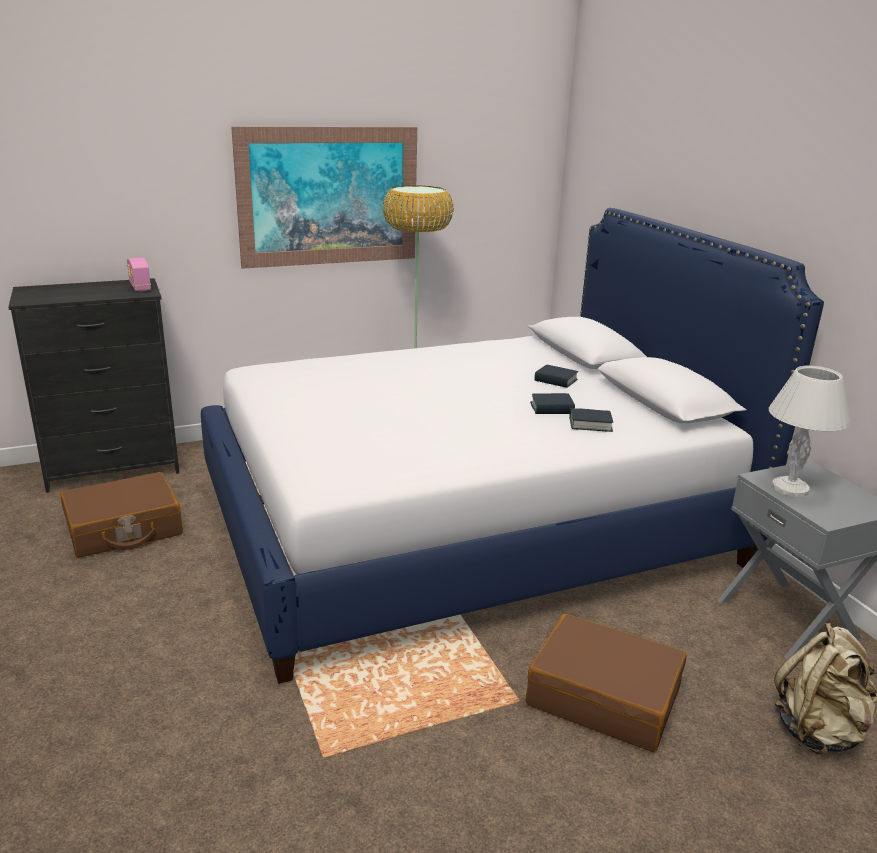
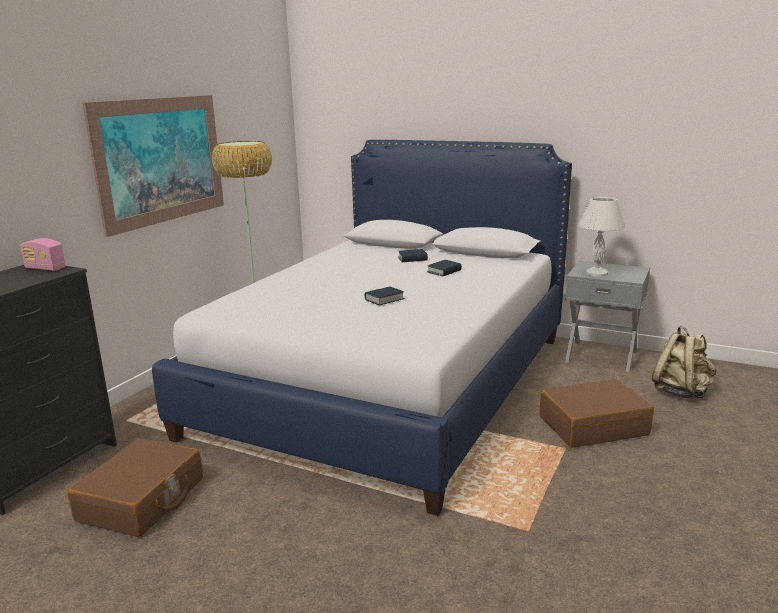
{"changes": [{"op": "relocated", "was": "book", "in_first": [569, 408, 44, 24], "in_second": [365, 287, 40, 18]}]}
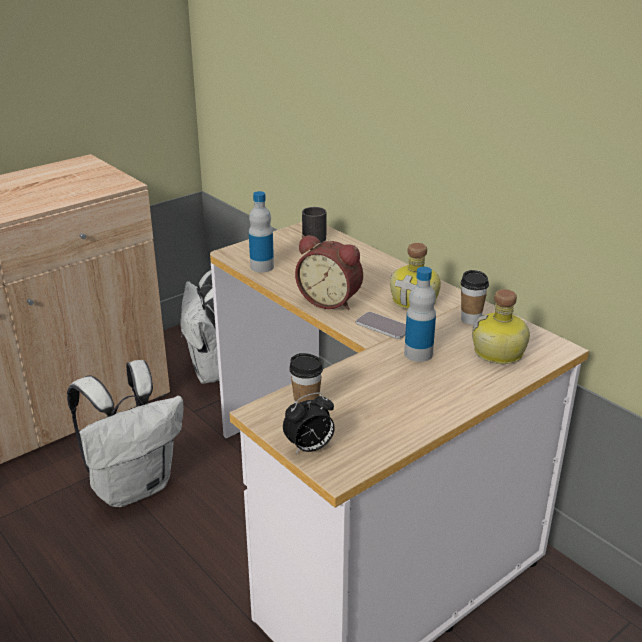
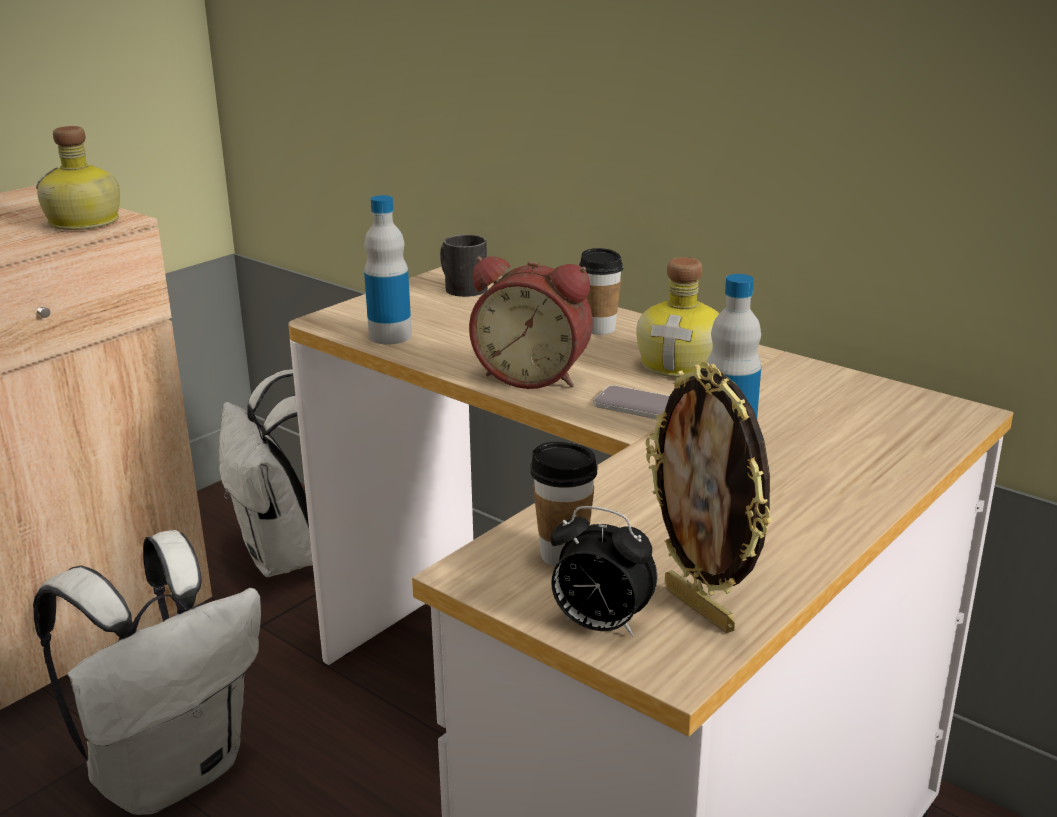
{"changes": [{"op": "spun", "was": "alarm clock", "in_first": [283, 392, 52, 62], "in_second": [550, 506, 107, 130], "clockwise": 60}, {"op": "relocated", "was": "cup", "in_first": [461, 270, 28, 55], "in_second": [579, 248, 44, 87]}, {"op": "relocated", "was": "bottle", "in_first": [472, 289, 58, 75], "in_second": [36, 126, 84, 104]}, {"op": "appeared", "now": "picture frame", "in_second": [646, 362, 126, 271]}]}
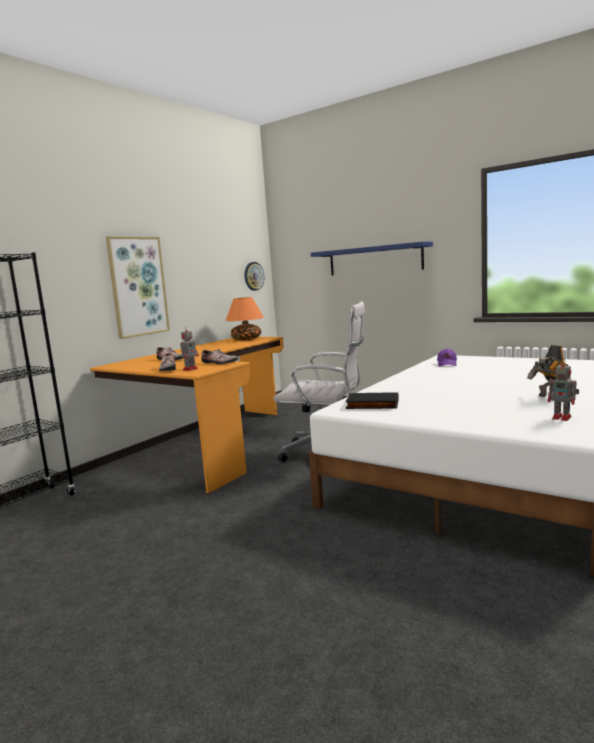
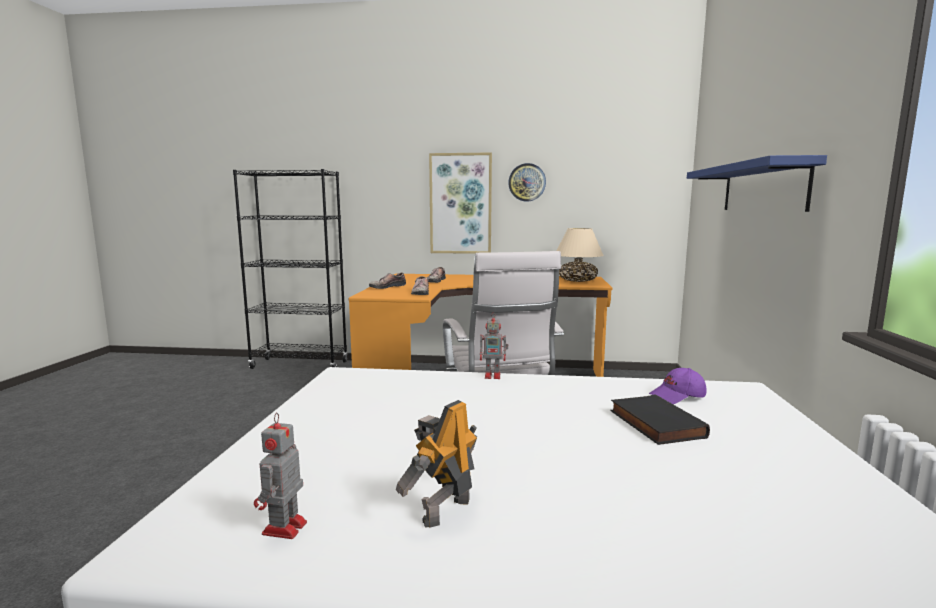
{"changes": [{"op": "relocated", "was": "toy robot", "in_first": [180, 326, 19, 45], "in_second": [480, 312, 28, 67]}, {"op": "colour", "was": "table lamp (orange)", "now": "table lamp (beige)", "in_first": [226, 297, 38, 43], "in_second": [557, 228, 47, 54]}, {"op": "relocated", "was": "wall clock", "in_first": [244, 262, 20, 29], "in_second": [508, 163, 38, 39]}, {"op": "relocated", "was": "book (black)", "in_first": [345, 392, 54, 17], "in_second": [610, 394, 100, 51]}]}
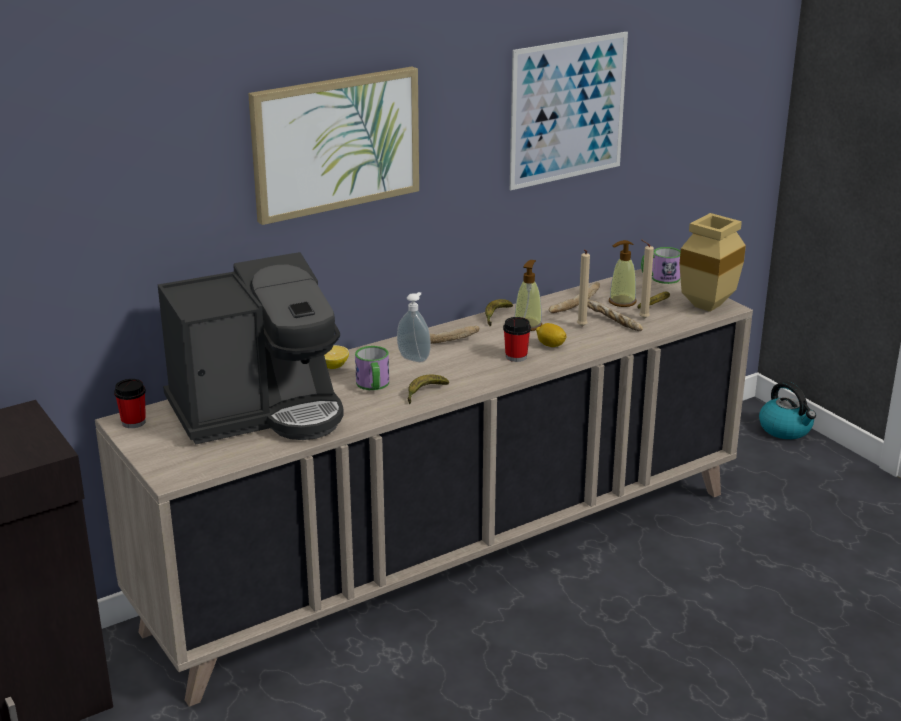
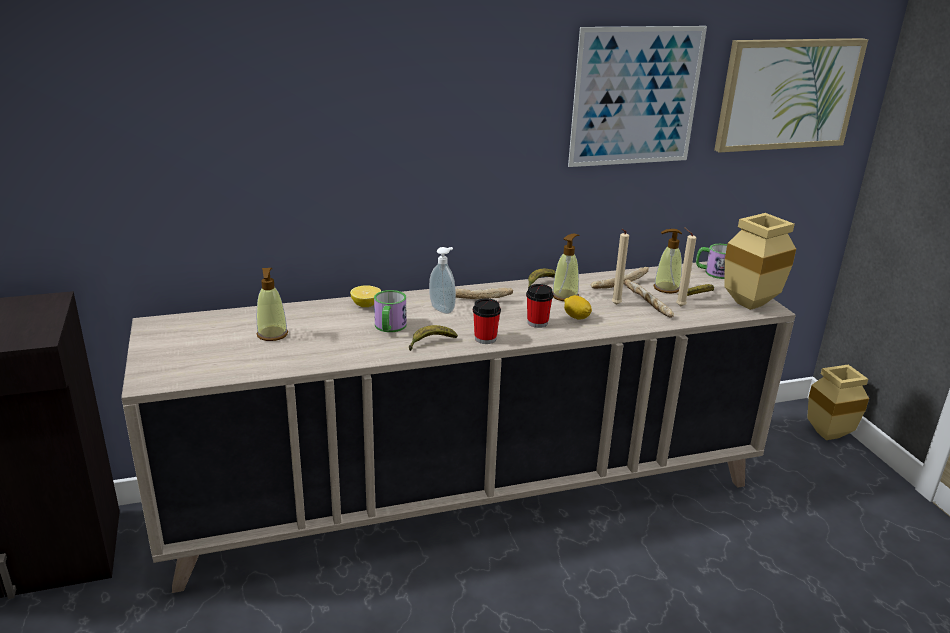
{"changes": [{"op": "relocated", "was": "cup", "in_first": [114, 379, 32, 49], "in_second": [473, 298, 28, 46]}, {"op": "exchanged", "was": "coffee machine", "now": "soap dispenser", "in_first": [158, 252, 186, 193], "in_second": [256, 268, 32, 73]}, {"op": "relocated", "was": "picture", "in_first": [248, 66, 171, 159], "in_second": [714, 38, 154, 115]}, {"op": "exchanged", "was": "kettle", "now": "vase (beige)", "in_first": [759, 381, 57, 58], "in_second": [807, 364, 62, 76]}]}
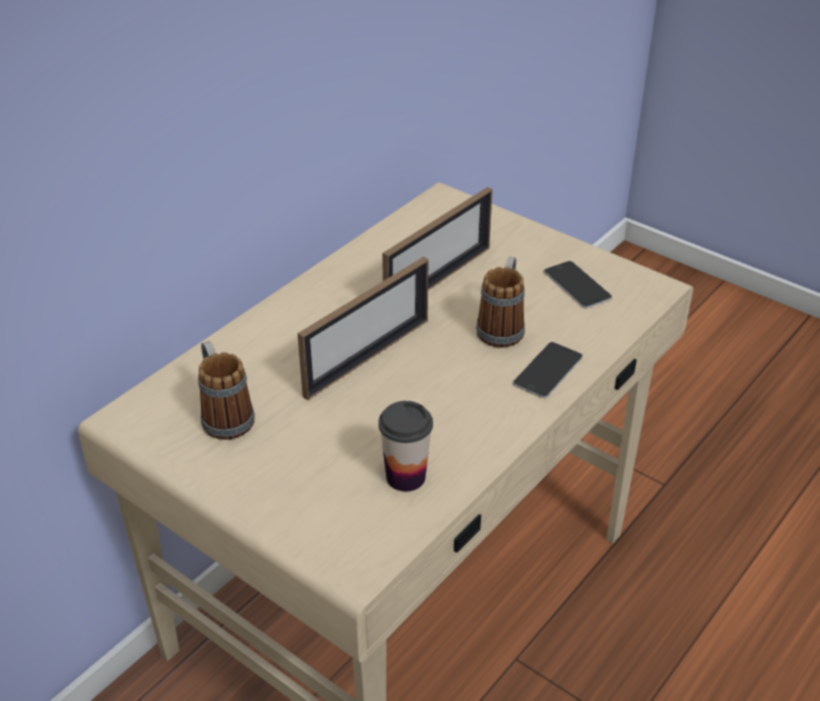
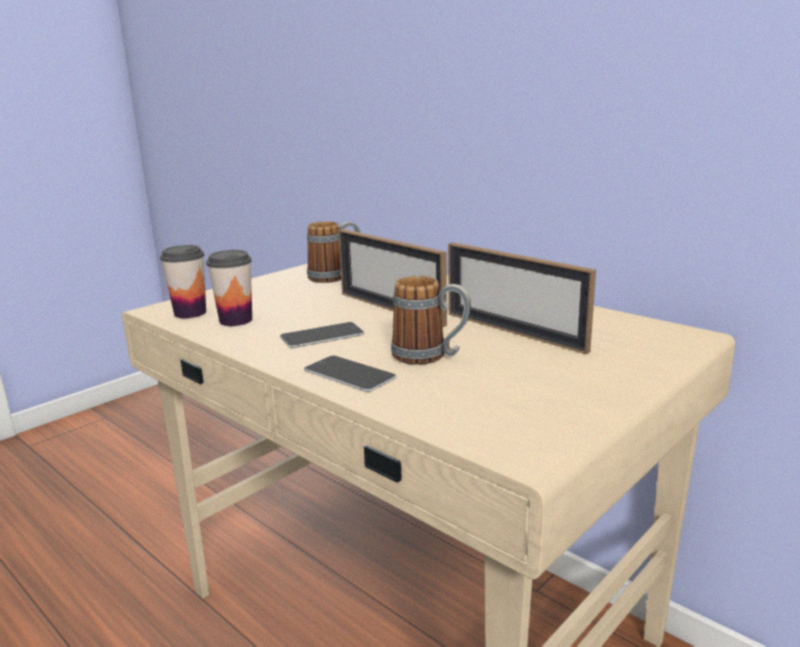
{"changes": [{"op": "relocated", "was": "phone", "in_first": [544, 261, 68, 47], "in_second": [280, 322, 85, 26]}, {"op": "appeared", "now": "cup", "in_second": [160, 245, 46, 73]}]}
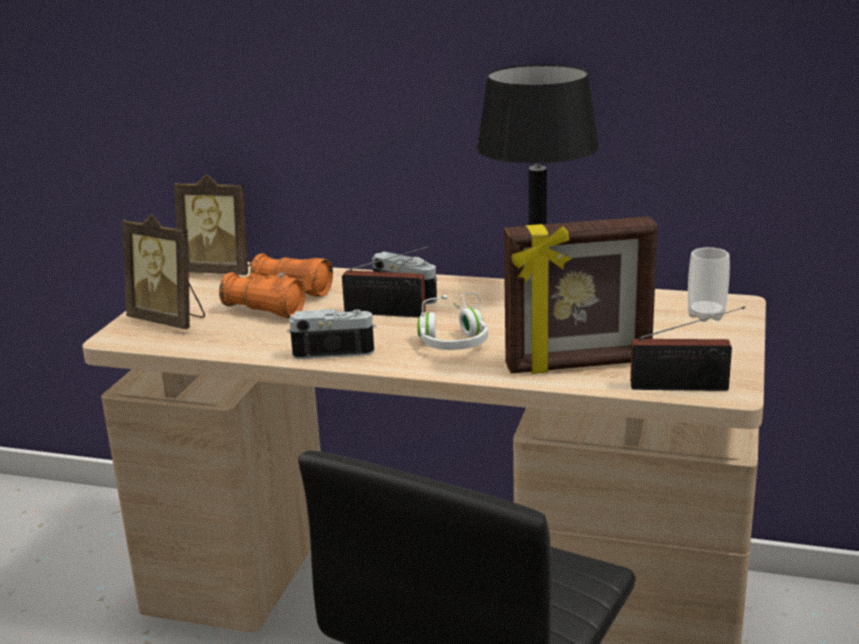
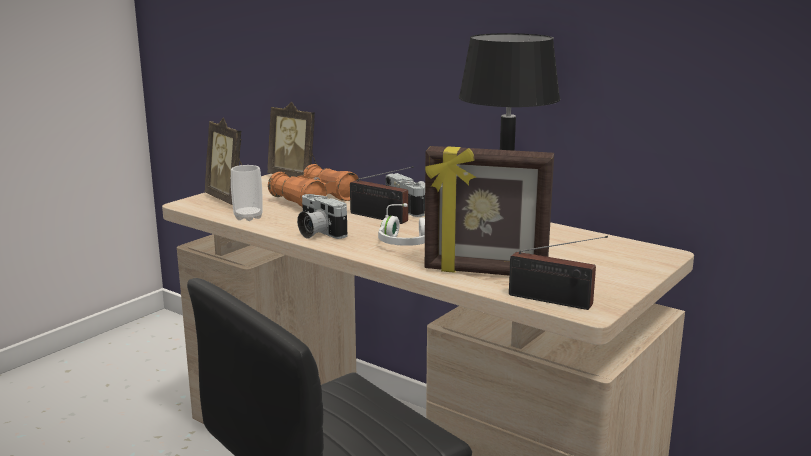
{"changes": [{"op": "spun", "was": "photo camera", "in_first": [287, 309, 89, 50], "in_second": [297, 194, 50, 45], "clockwise": -150}, {"op": "relocated", "was": "cup", "in_first": [688, 247, 42, 75], "in_second": [231, 165, 32, 56]}]}
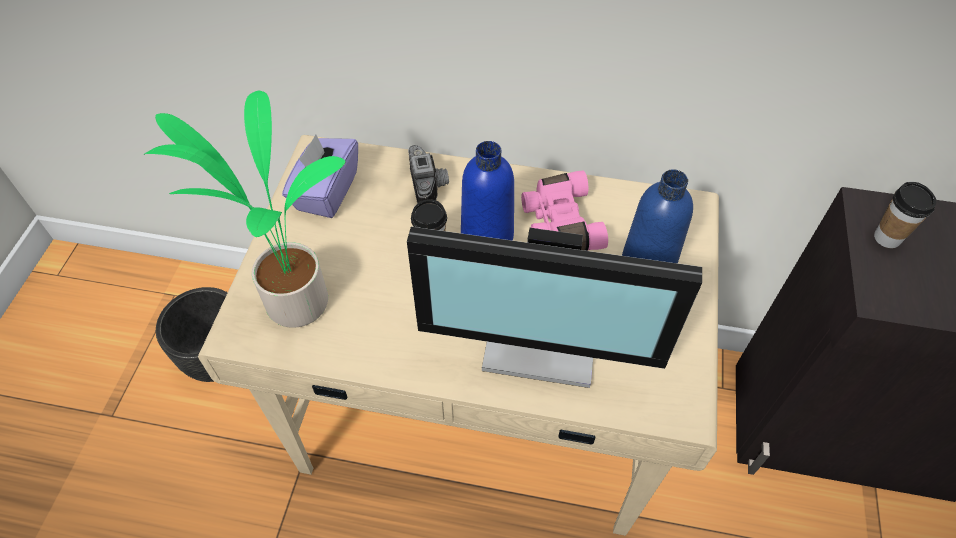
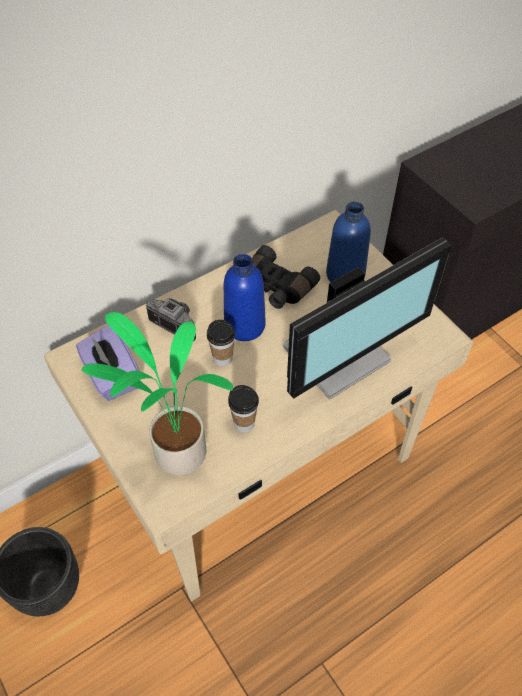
{"changes": [{"op": "colour", "was": "binoculars (pink)", "now": "binoculars (black)", "in_first": [521, 171, 87, 80], "in_second": [252, 245, 68, 64]}, {"op": "relocated", "was": "cup", "in_first": [874, 182, 63, 66], "in_second": [228, 385, 31, 47]}]}
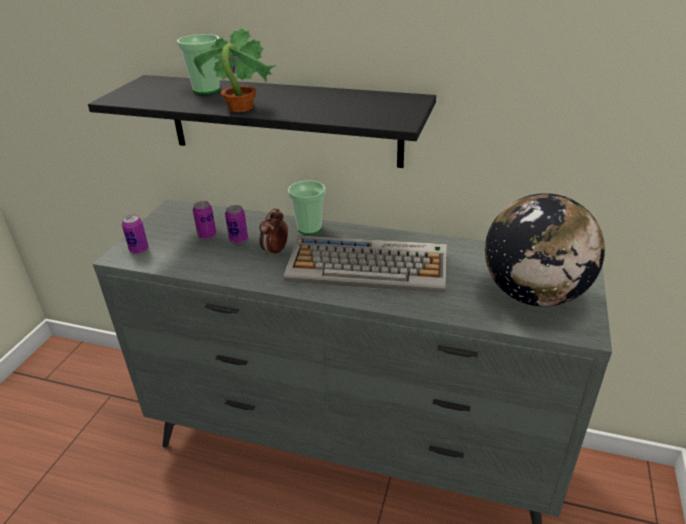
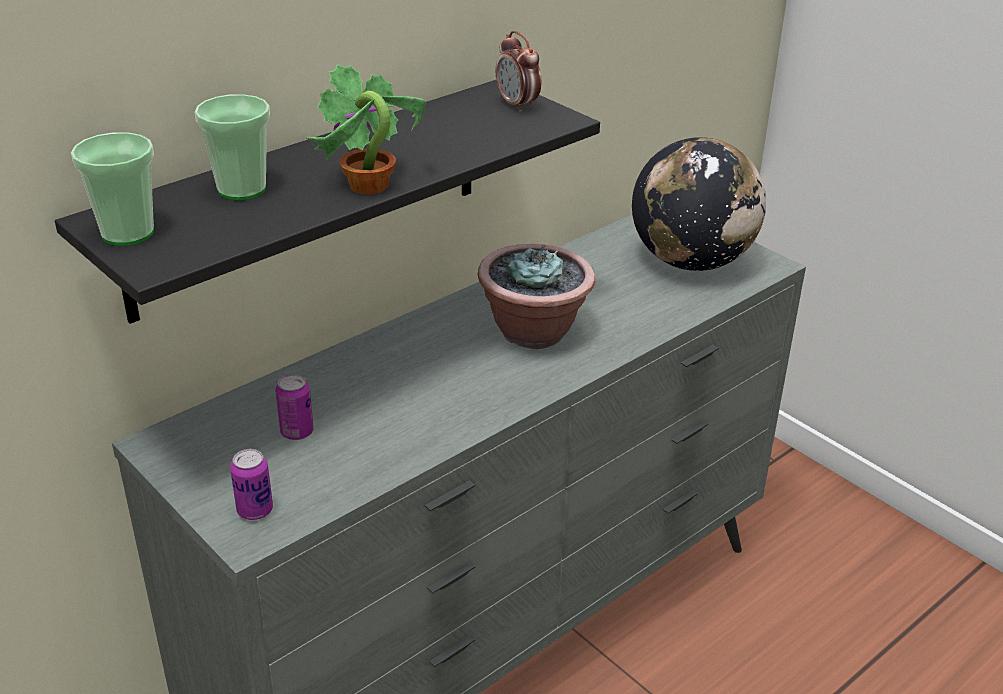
{"changes": [{"op": "missing", "was": "can", "in_first": [225, 205, 23, 39]}, {"op": "relocated", "was": "alarm clock", "in_first": [259, 208, 29, 49], "in_second": [496, 31, 45, 81]}, {"op": "exchanged", "was": "keyboard", "now": "potted plant", "in_first": [284, 235, 163, 58], "in_second": [478, 244, 117, 105]}, {"op": "relocated", "was": "cup", "in_first": [288, 180, 38, 55], "in_second": [71, 132, 83, 114]}]}
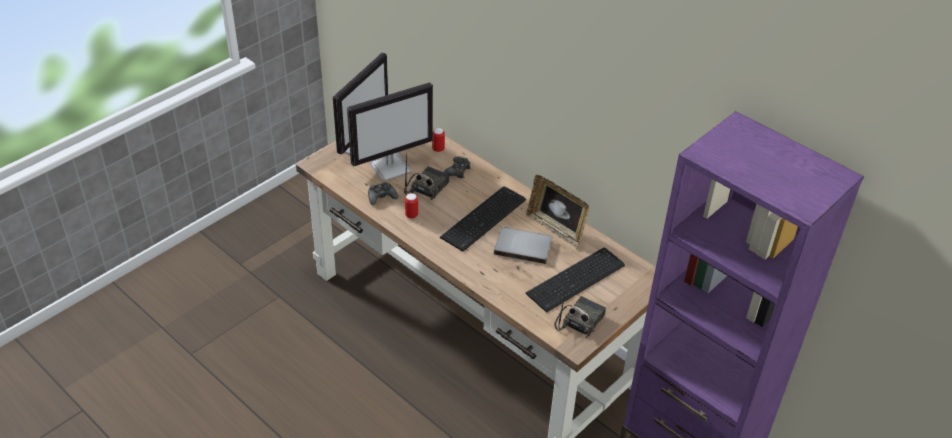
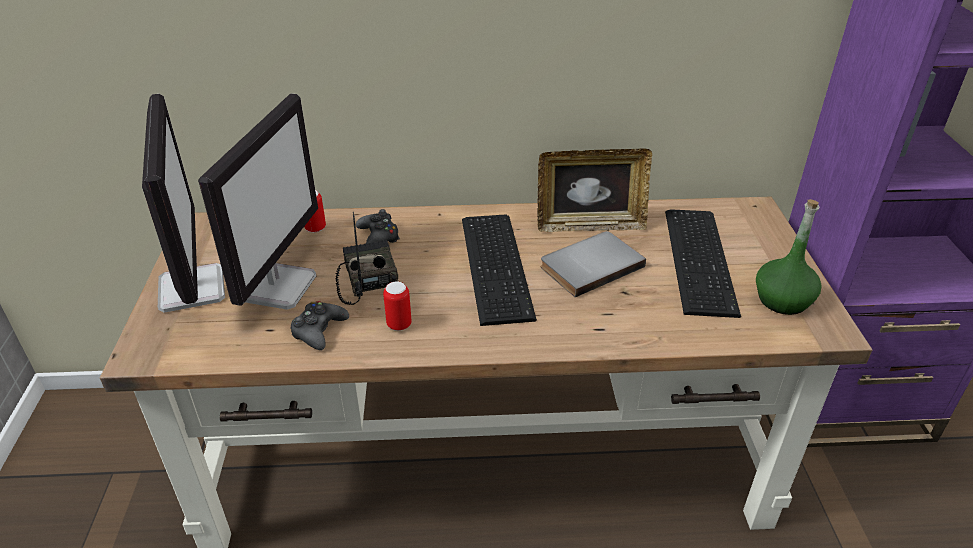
{"changes": [{"op": "exchanged", "was": "radio", "now": "bottle (green)", "in_first": [554, 289, 52, 49], "in_second": [756, 199, 66, 116]}]}
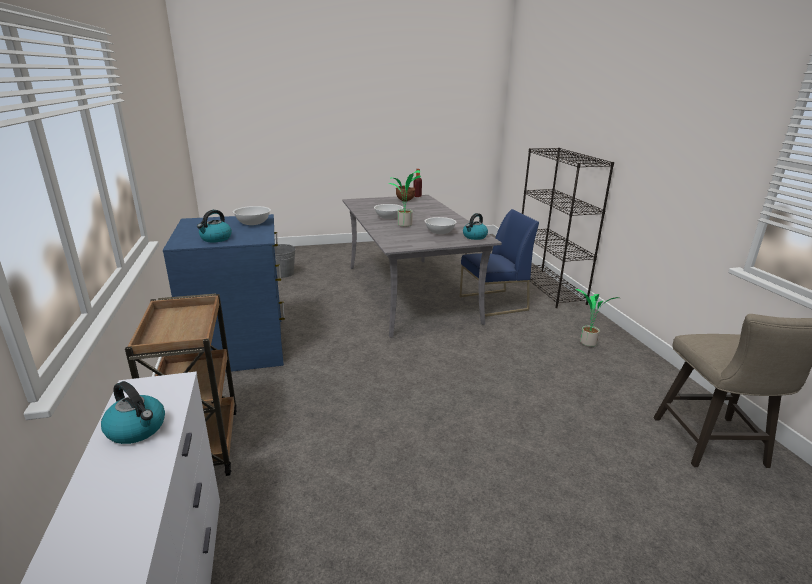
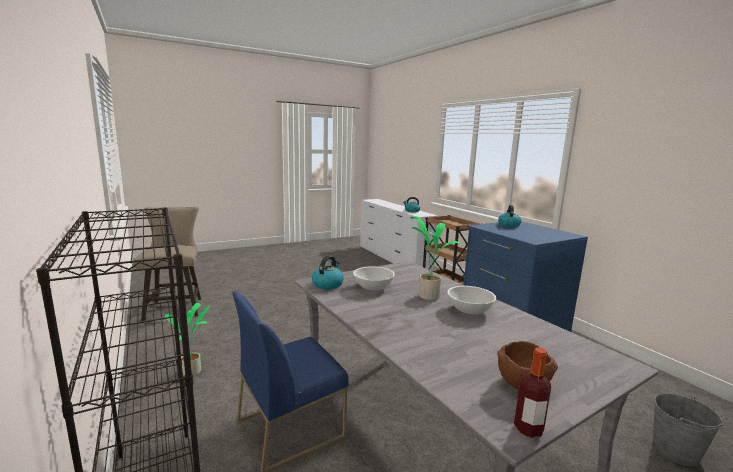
{"changes": [{"op": "missing", "was": "bowl (white)", "in_first": [233, 206, 38, 19]}]}
